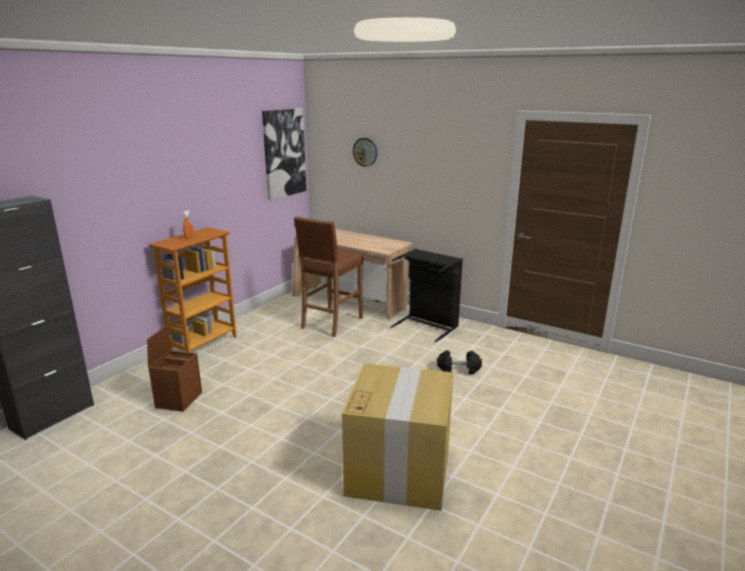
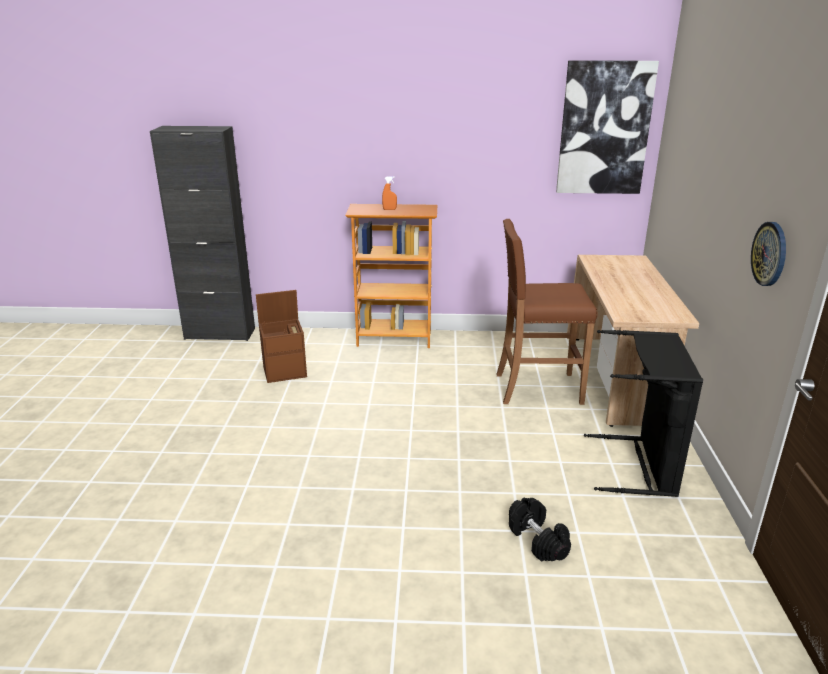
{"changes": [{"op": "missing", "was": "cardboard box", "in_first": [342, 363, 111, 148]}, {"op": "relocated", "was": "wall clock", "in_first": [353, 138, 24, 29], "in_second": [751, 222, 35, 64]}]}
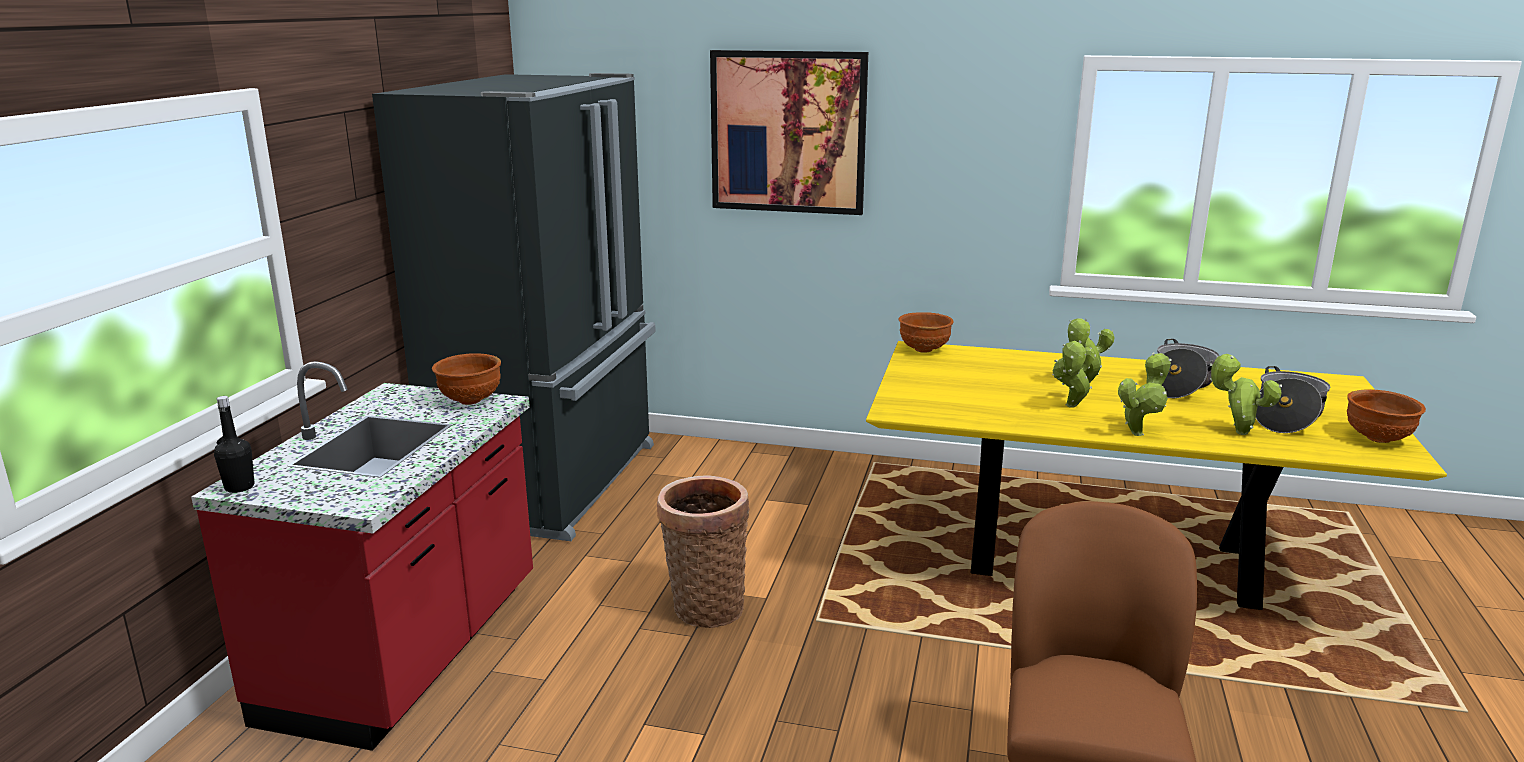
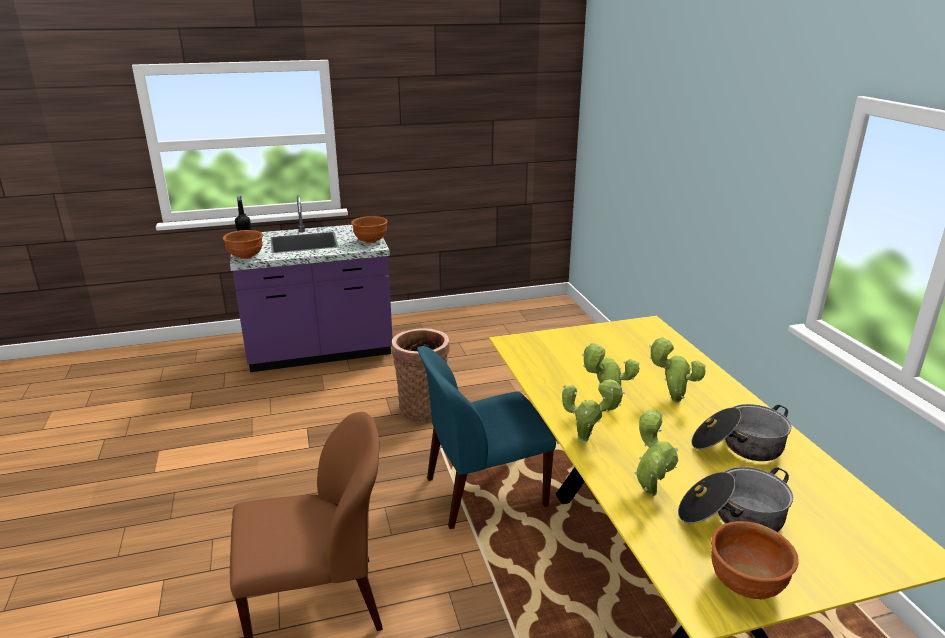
{"changes": [{"op": "colour", "was": "counter (red)", "now": "counter (purple)", "in_first": [191, 361, 342, 390], "in_second": [230, 195, 163, 177]}, {"op": "missing", "was": "fridge (black)", "in_first": [372, 73, 284, 468]}, {"op": "missing", "was": "picture", "in_first": [710, 50, 158, 165]}, {"op": "relocated", "was": "bowl (brown)", "in_first": [898, 312, 56, 41], "in_second": [223, 230, 40, 29]}, {"op": "appeared", "now": "chair (blue)", "in_second": [417, 346, 139, 183]}]}
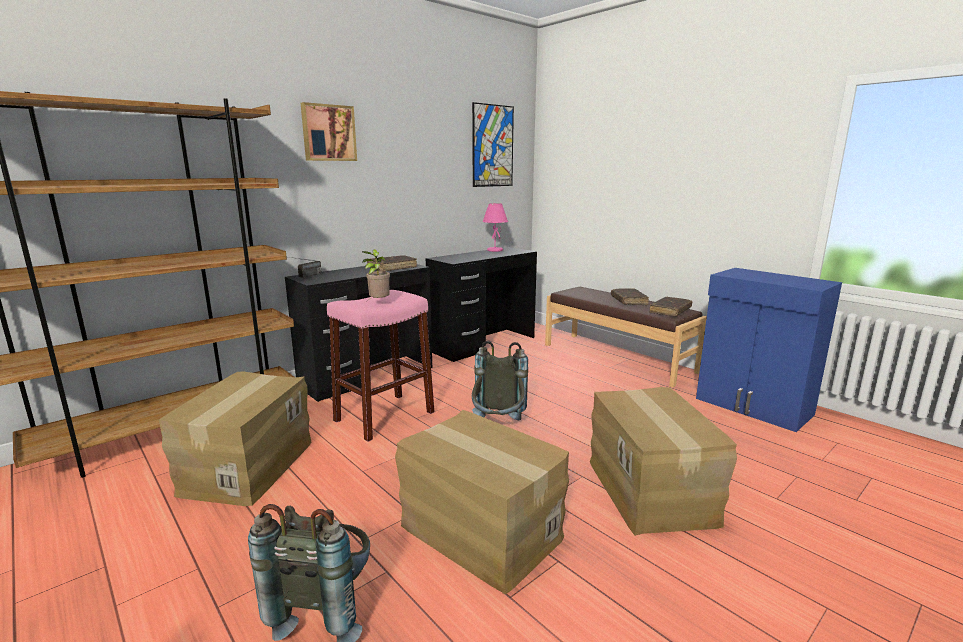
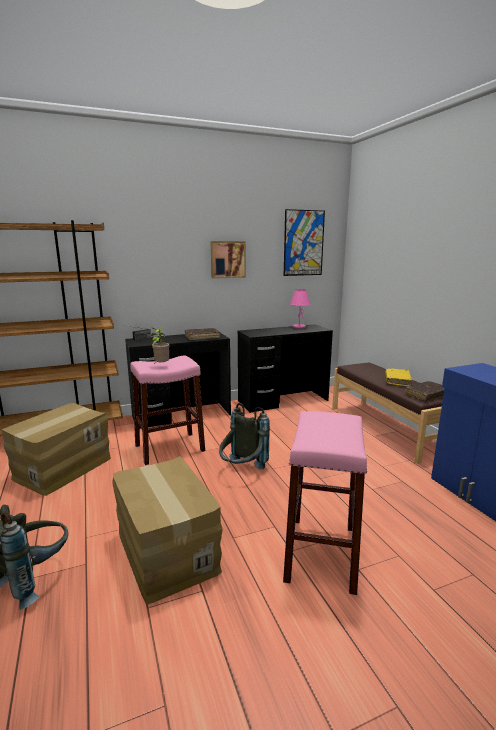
{"changes": [{"op": "relocated", "was": "picture", "in_first": [301, 102, 56, 59], "in_second": [211, 241, 35, 38]}, {"op": "exchanged", "was": "cardboard box", "now": "stool (pink)", "in_first": [590, 387, 147, 149], "in_second": [283, 411, 84, 184]}, {"op": "colour", "was": "book (brown)", "now": "book (yellow)", "in_first": [611, 288, 38, 17], "in_second": [385, 369, 27, 17]}]}
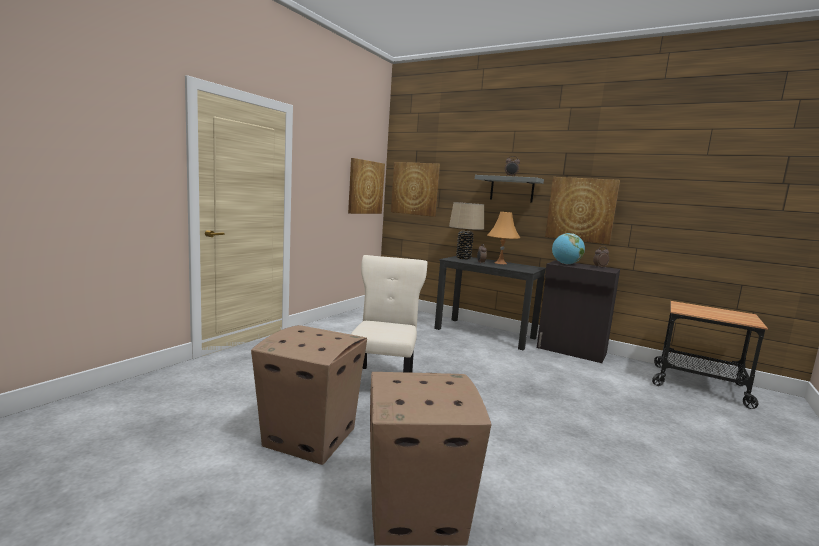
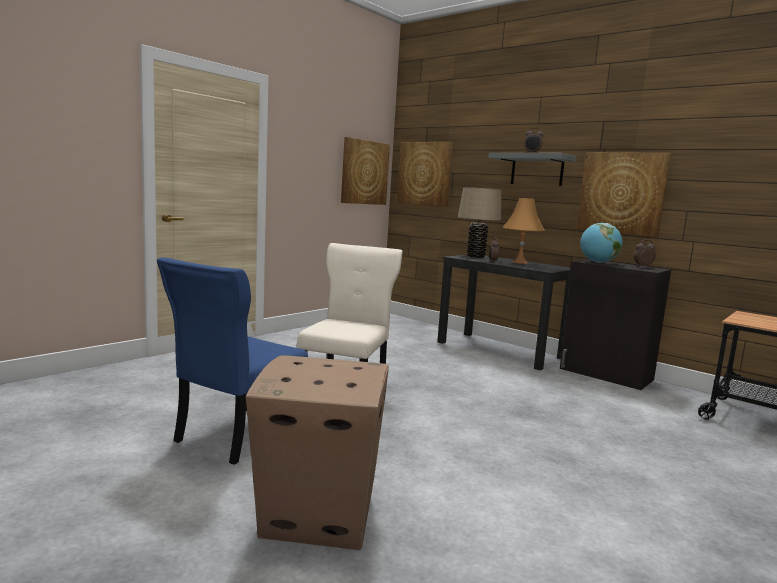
{"changes": [{"op": "exchanged", "was": "cardboard box", "now": "chair (blue)", "in_first": [251, 325, 116, 140], "in_second": [157, 257, 151, 208]}]}
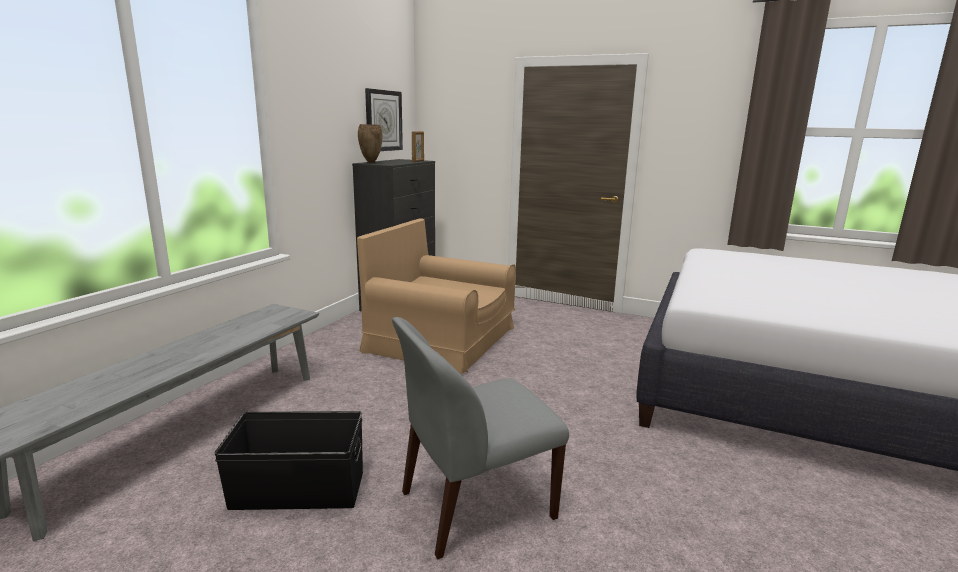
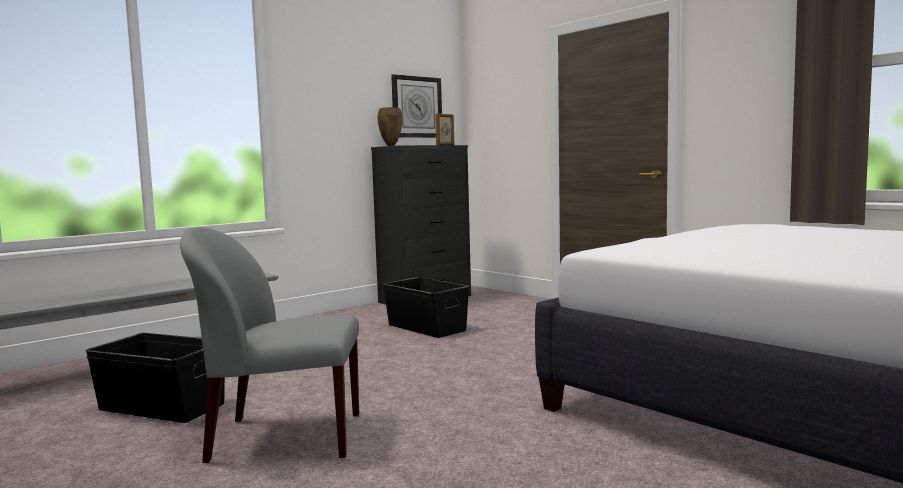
{"changes": [{"op": "exchanged", "was": "armchair (brown)", "now": "storage box (black)", "in_first": [357, 219, 159, 155], "in_second": [383, 277, 86, 61]}]}
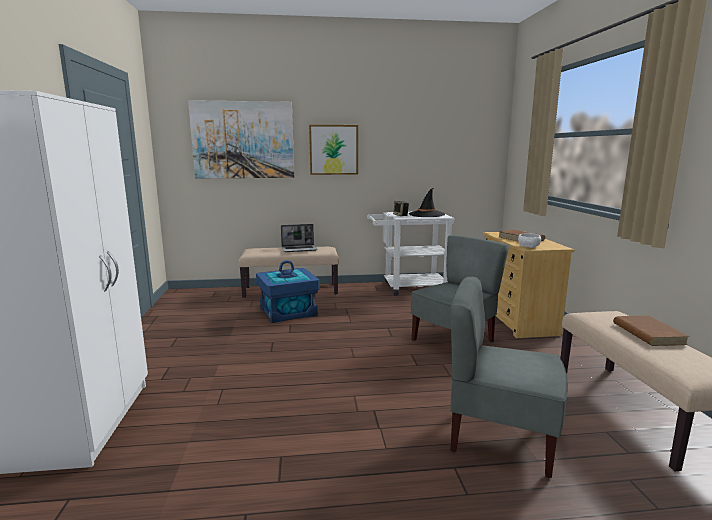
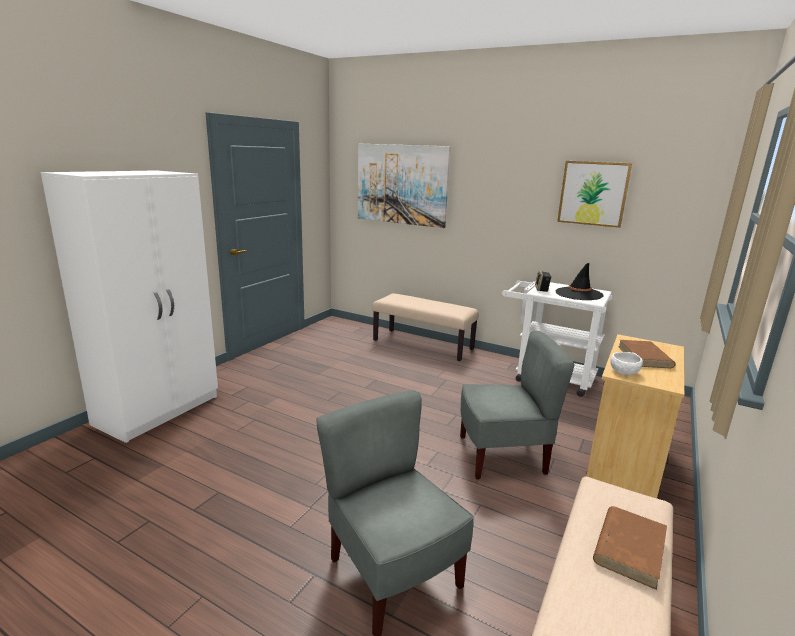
{"changes": [{"op": "missing", "was": "storage box (blue)", "in_first": [256, 260, 64, 63]}, {"op": "missing", "was": "laptop", "in_first": [281, 224, 37, 28]}, {"op": "relocated", "was": "picture", "in_first": [309, 125, 49, 50], "in_second": [557, 161, 75, 67]}]}
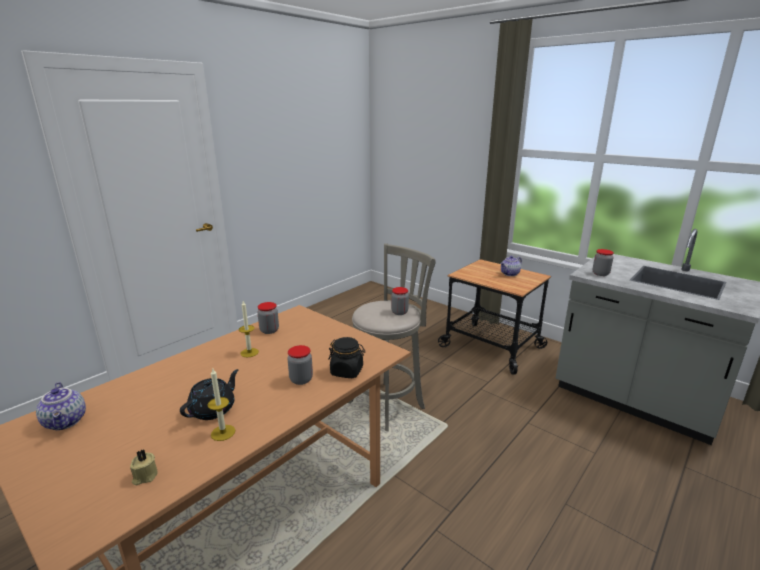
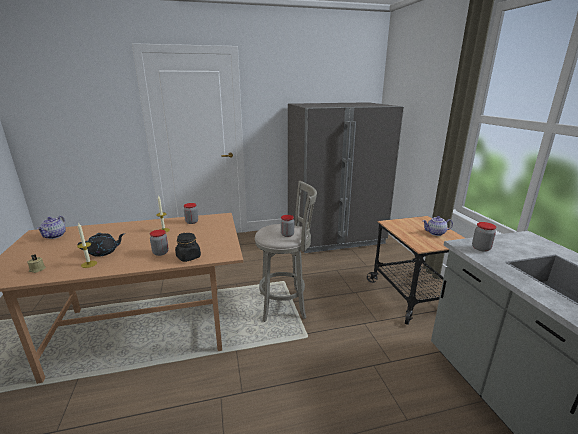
{"changes": [{"op": "appeared", "now": "fridge (grey)", "in_second": [288, 102, 116, 151]}]}
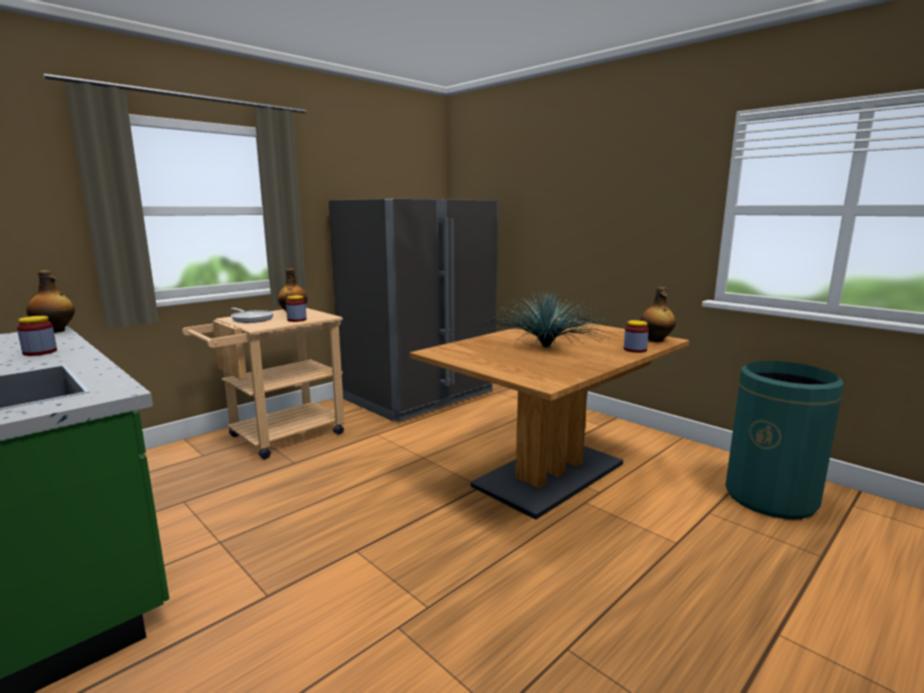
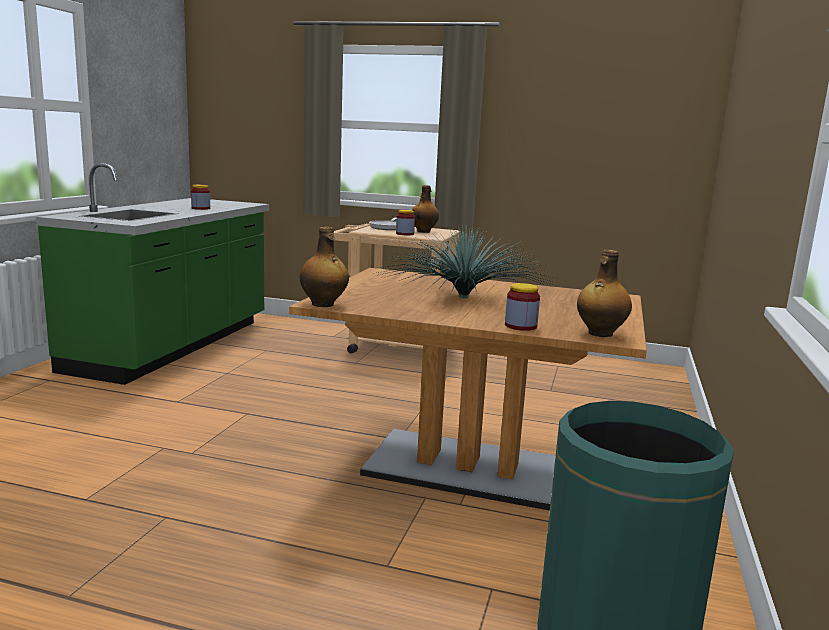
{"changes": [{"op": "relocated", "was": "bottle", "in_first": [26, 270, 49, 63], "in_second": [300, 227, 49, 80]}, {"op": "missing", "was": "fridge (grey)", "in_first": [329, 199, 169, 223]}]}
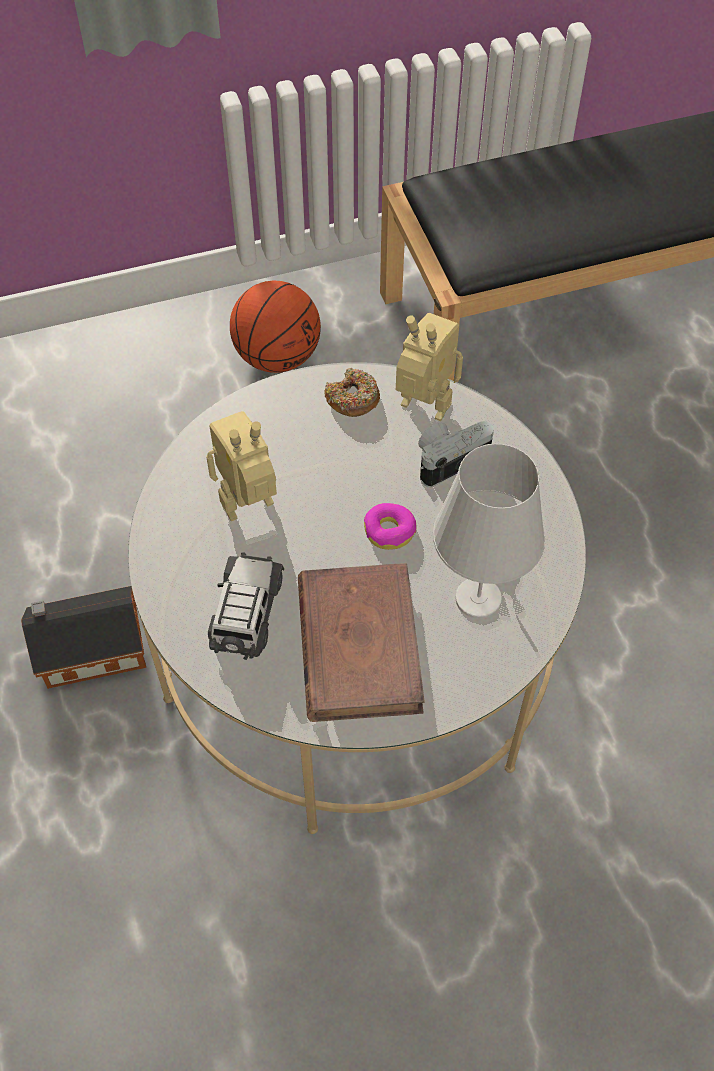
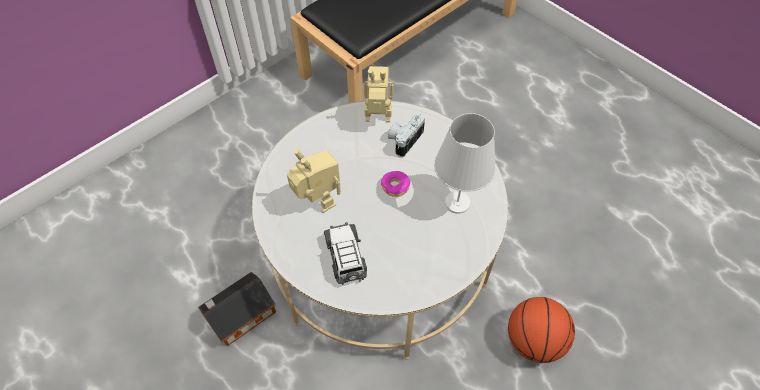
{"changes": [{"op": "spun", "was": "toy robot", "in_first": [206, 411, 71, 110], "in_second": [287, 149, 54, 64], "clockwise": 105}, {"op": "relocated", "was": "basketball", "in_first": [230, 281, 91, 92], "in_second": [508, 297, 67, 66]}, {"op": "missing", "was": "book (brown)", "in_first": [298, 563, 127, 159]}, {"op": "missing", "was": "donut", "in_first": [324, 368, 56, 49]}]}
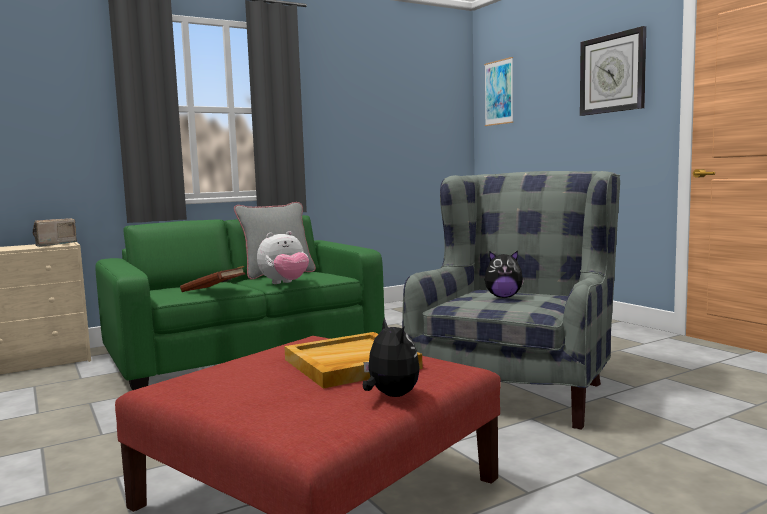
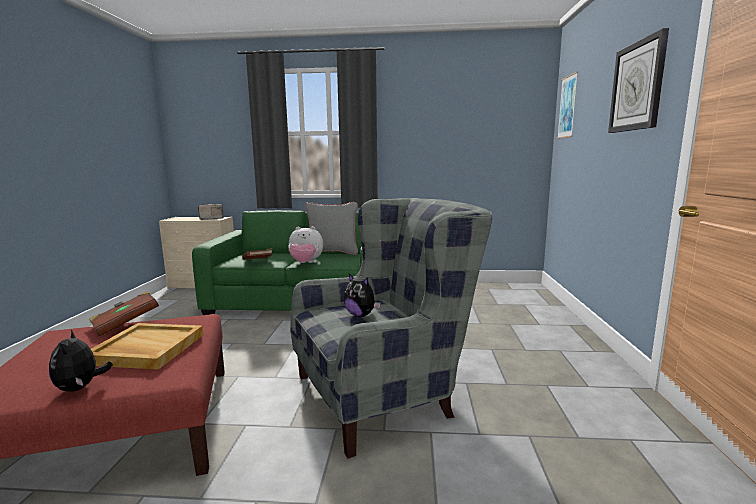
{"changes": [{"op": "spun", "was": "plush toy", "in_first": [363, 317, 56, 80], "in_second": [49, 330, 64, 62], "clockwise": 150}, {"op": "appeared", "now": "book (brown)", "in_second": [89, 291, 70, 45]}]}
